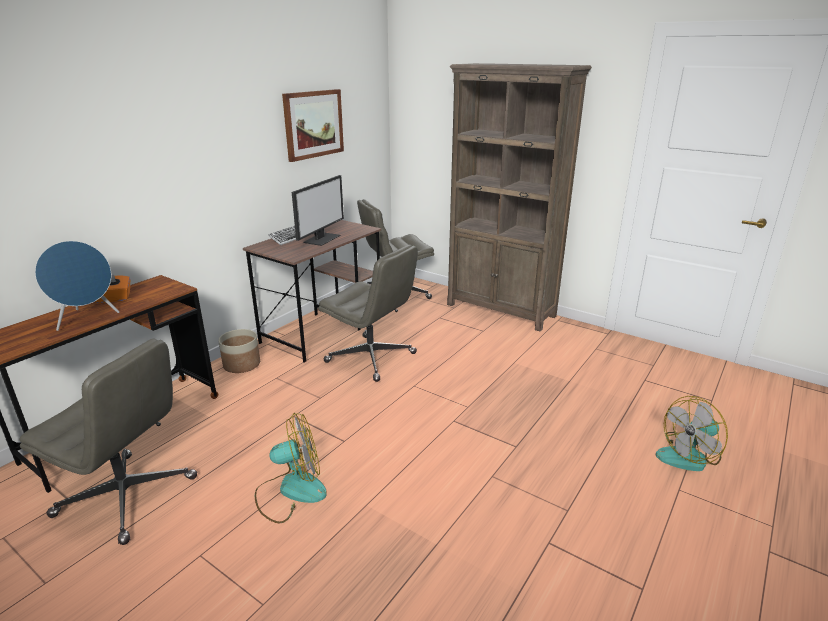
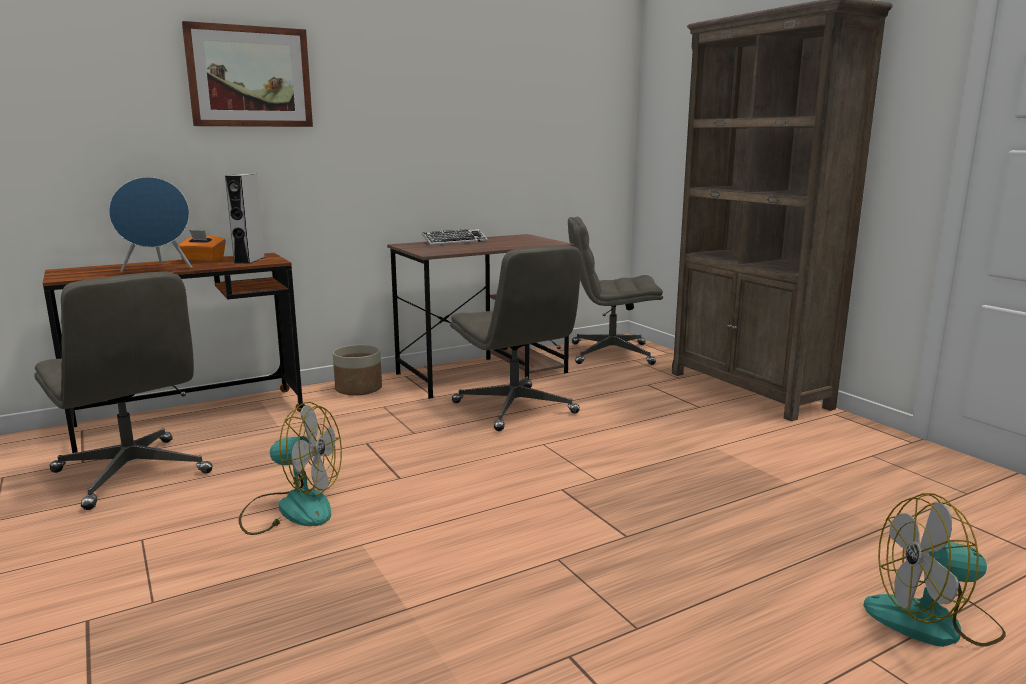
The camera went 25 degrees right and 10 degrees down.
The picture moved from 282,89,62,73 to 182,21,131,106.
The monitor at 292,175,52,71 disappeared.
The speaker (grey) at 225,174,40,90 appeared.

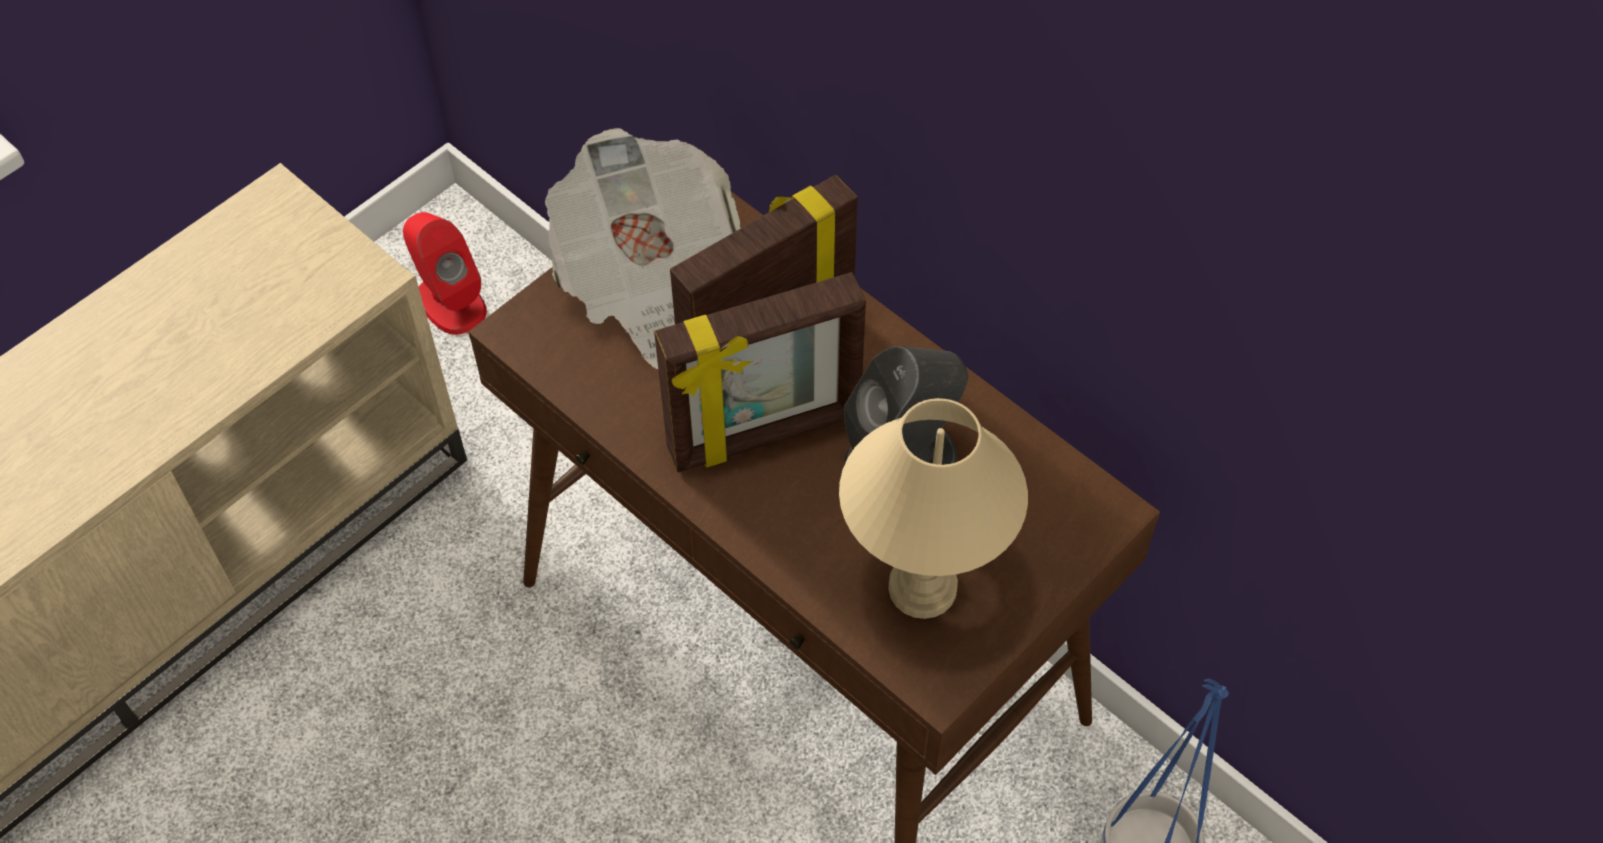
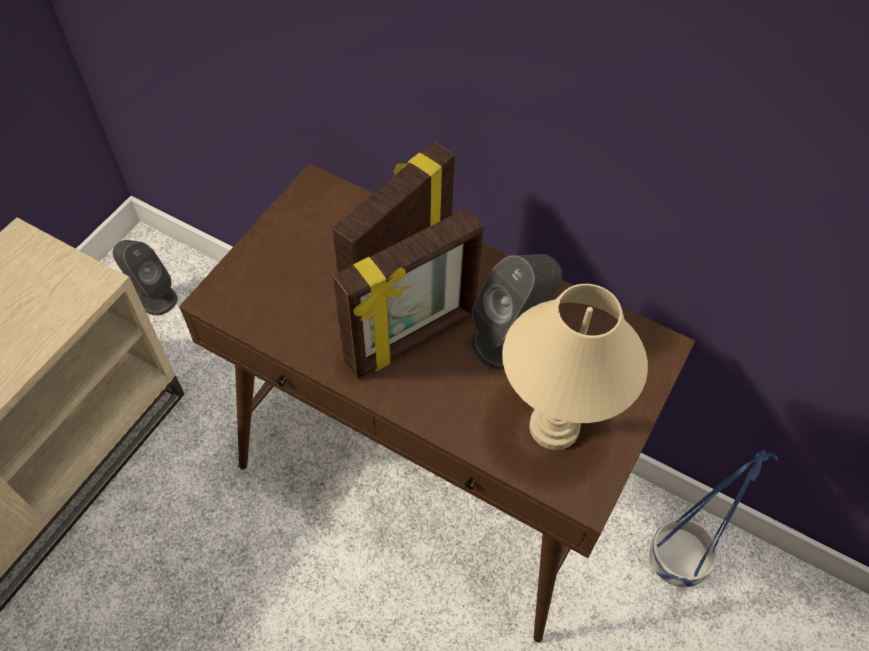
The camera went 15 degrees left and 0 degrees up.
The speaker (red) at 403,212,84,123 became the speaker (grey) at 113,240,65,76.
The newspaper at 545,128,196,241 disappeared.

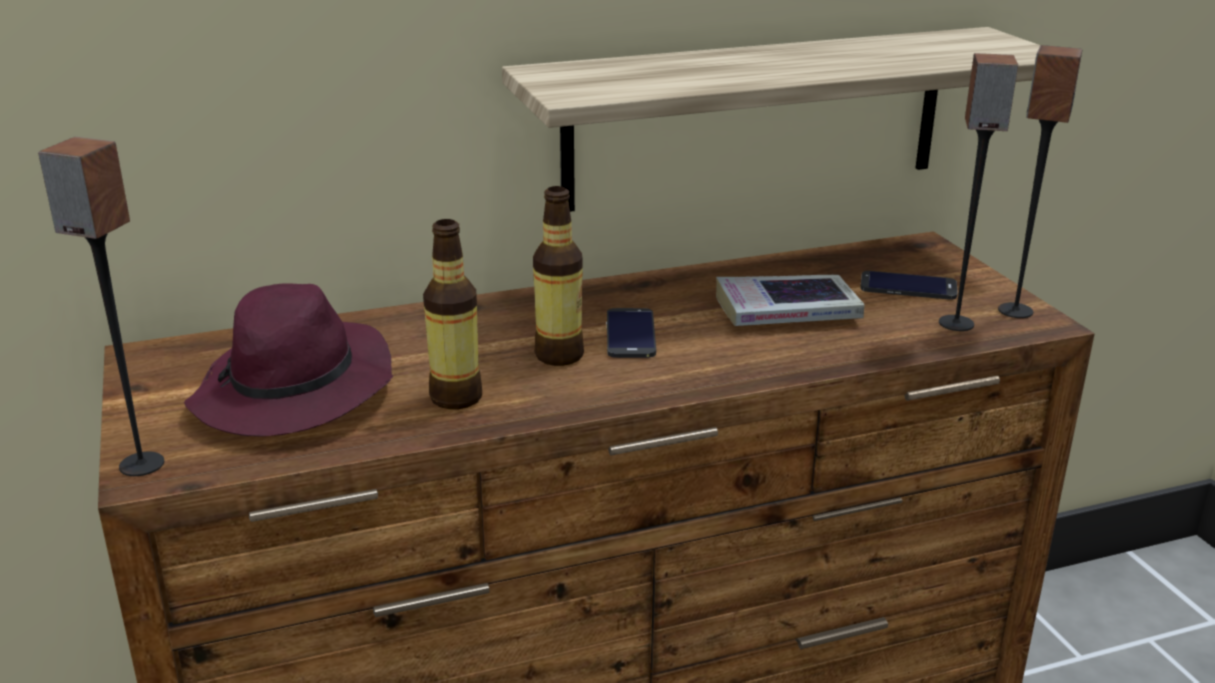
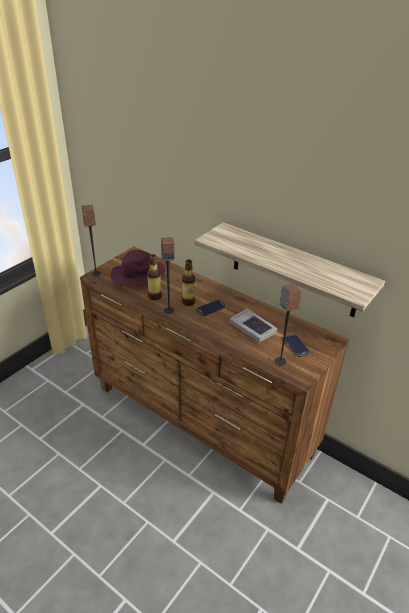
The camera went 55 degrees right and 10 degrees up.
The speaker moved from 998,45,84,273 to 161,237,13,77.

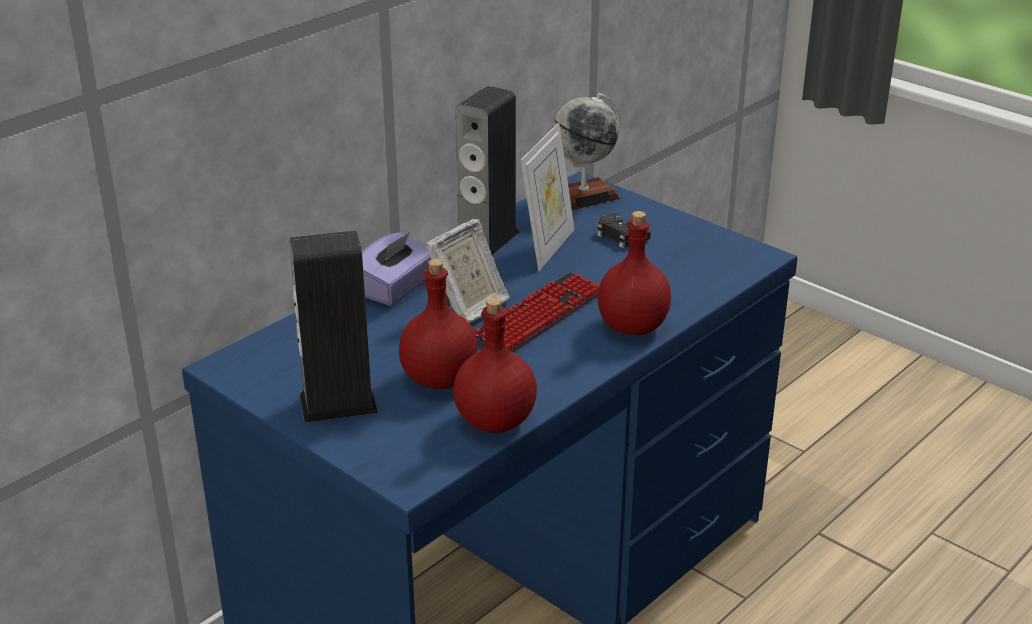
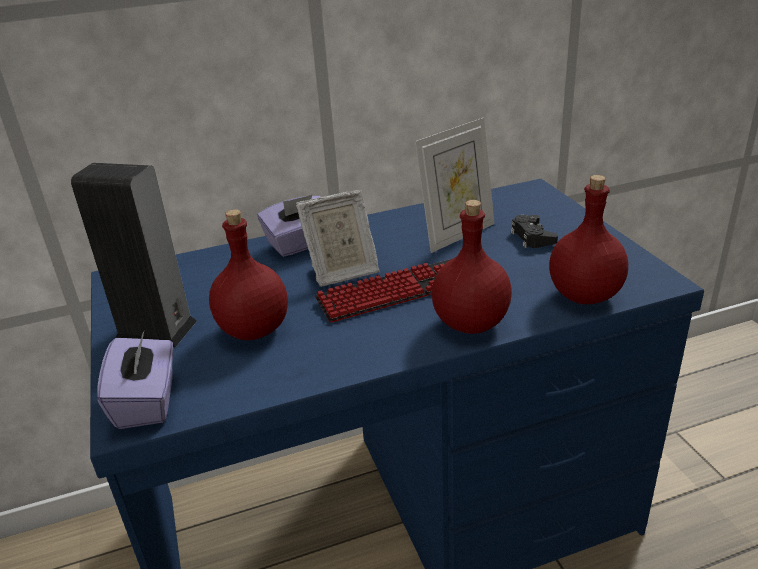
The camera went 30 degrees right and 0 degrees up.
The bottle (red) moved from 453,297,84,136 to 549,175,79,129.
The speaker at 456,86,64,169 disappeared.
The globe at 553,93,67,117 disappeared.
The tissue box (purple) at 97,329,76,100 appeared.

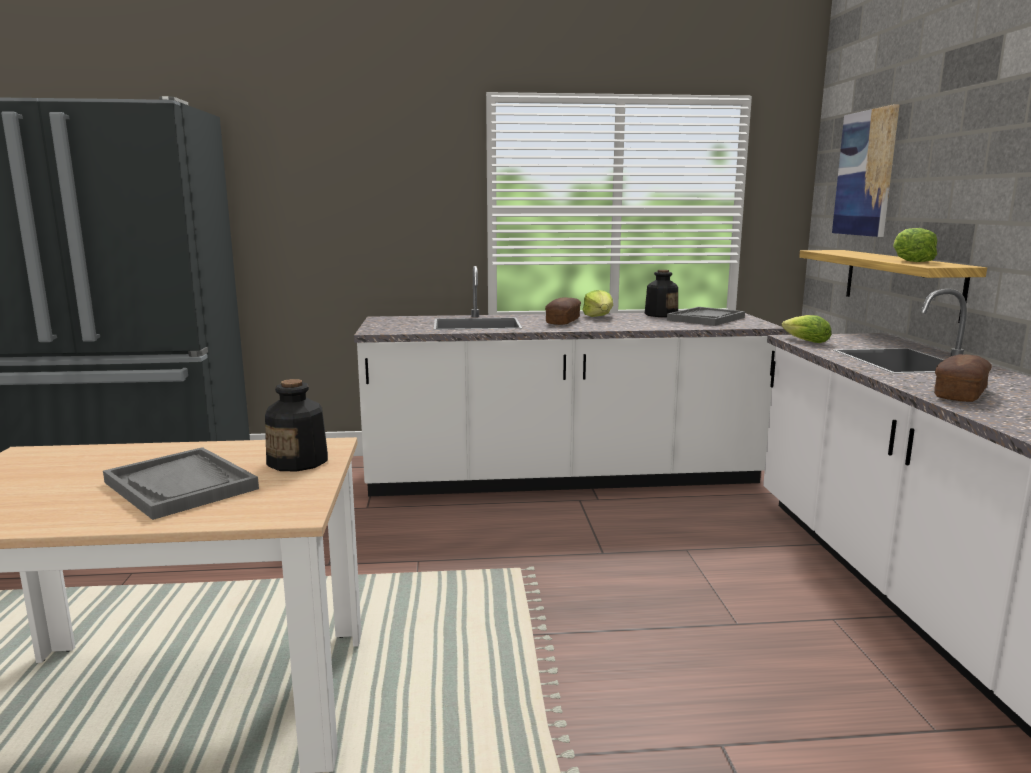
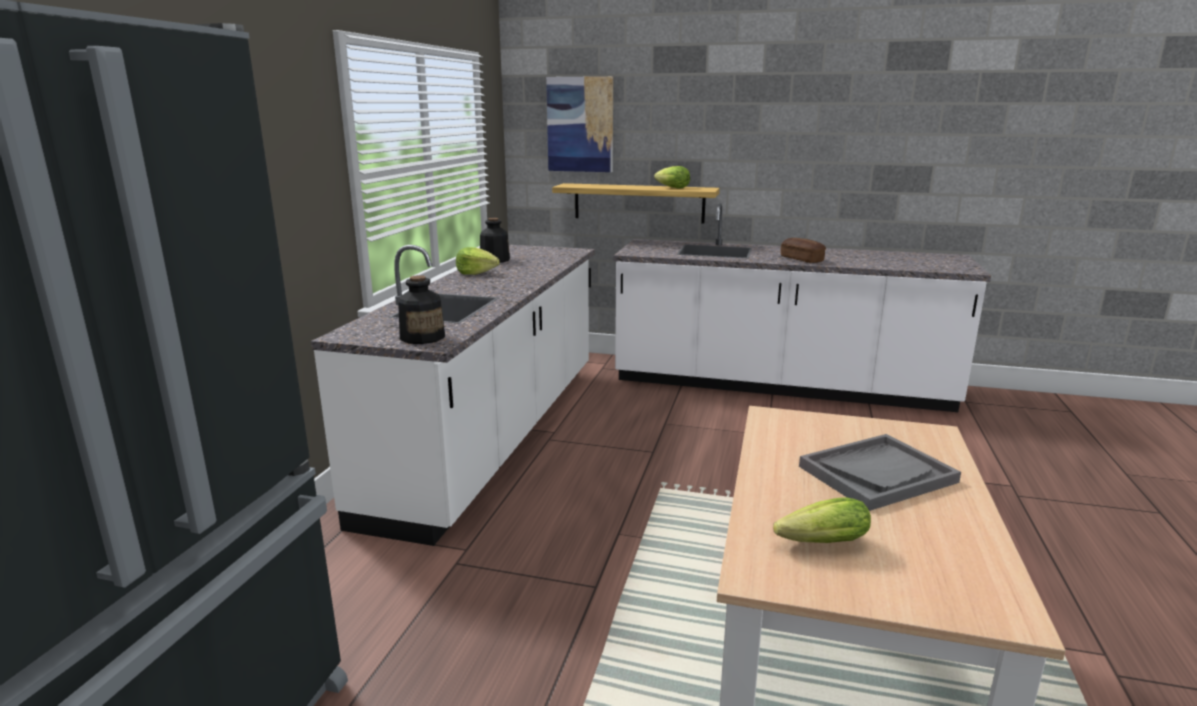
The camera went 70 degrees left and 5 degrees up.
The bottle moved from 265,379,63,93 to 398,275,47,69.
The bread at 545,297,36,28 disappeared.
The tray (grey) at 667,307,78,19 disappeared.
The lettuce moved from 782,315,50,28 to 773,497,98,46.

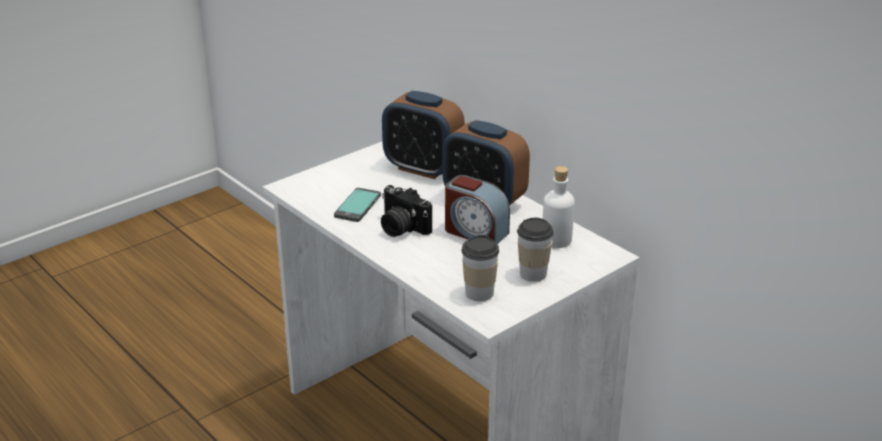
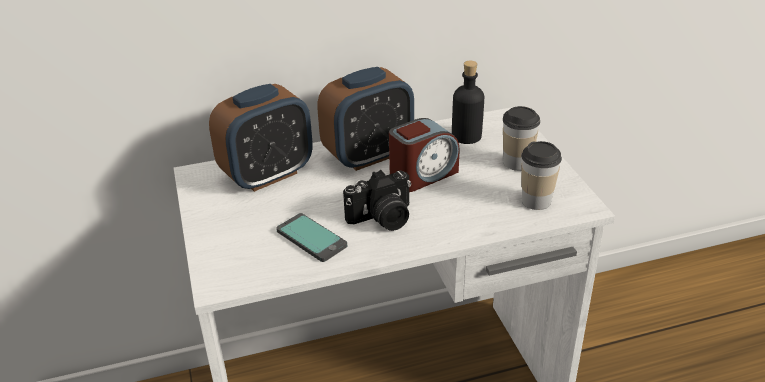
The camera went 65 degrees left and 5 degrees up.
The bottle (white) at 543,166,32,82 became the bottle (black) at 452,61,32,83.

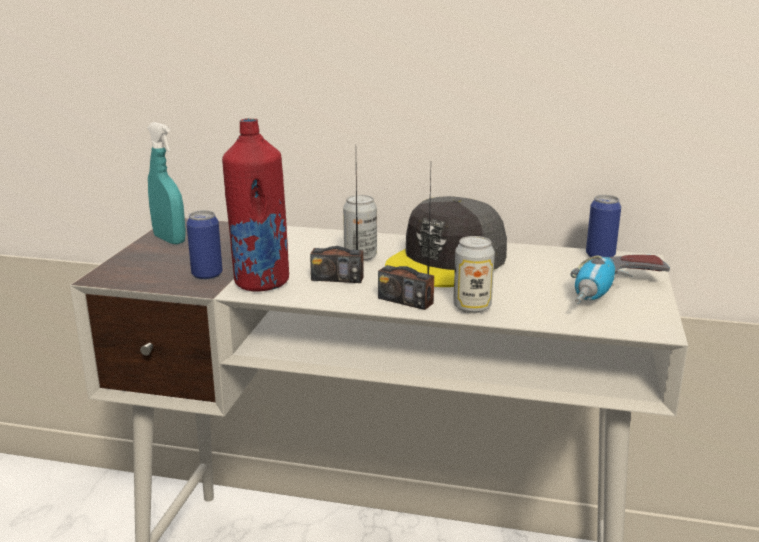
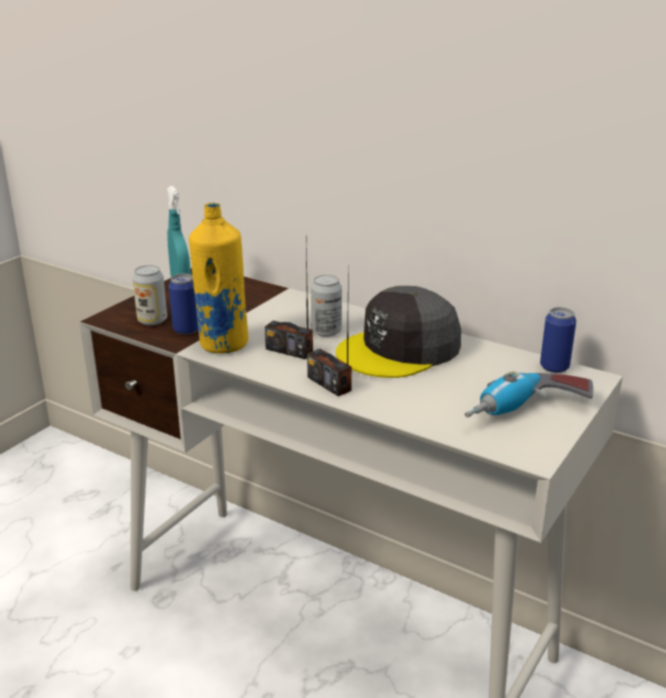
The camera went 20 degrees right and 5 degrees up.
The bottle (red) at 222,118,67,174 became the bottle (yellow) at 189,203,59,150.
The can moved from 453,236,42,77 to 132,265,35,61.

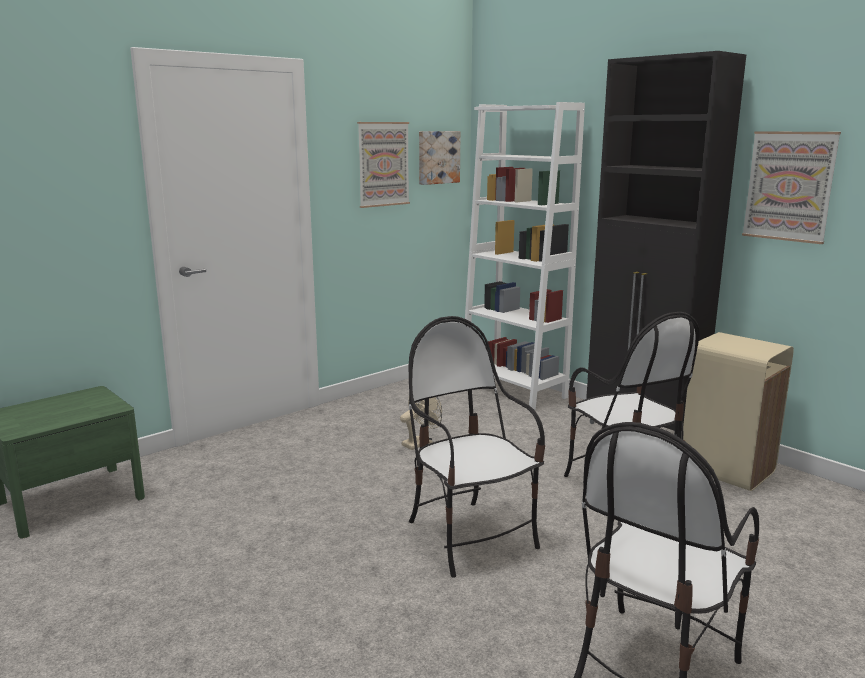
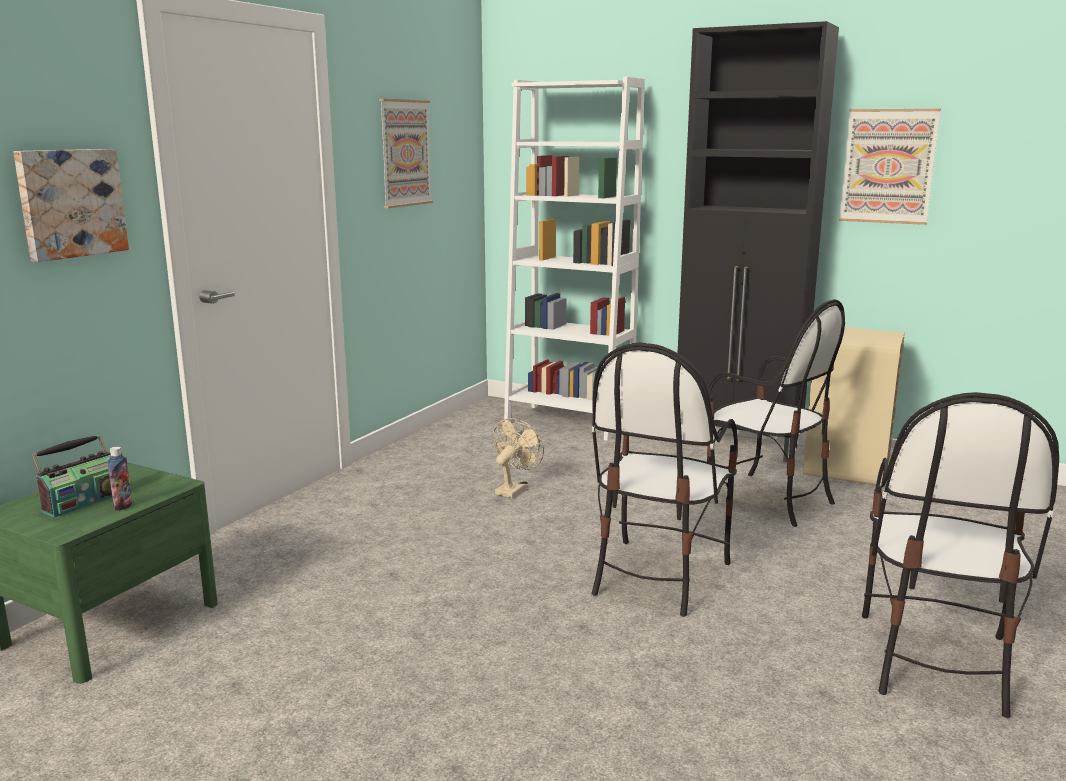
The camera went 20 degrees left and 0 degrees up.
The chair at 409,316,136,262 turned 105 degrees counterclockwise.
The picture moved from 419,131,42,54 to 13,149,116,113.
The radio at 32,434,80,84 appeared.
The bottle at 107,447,26,64 appeared.

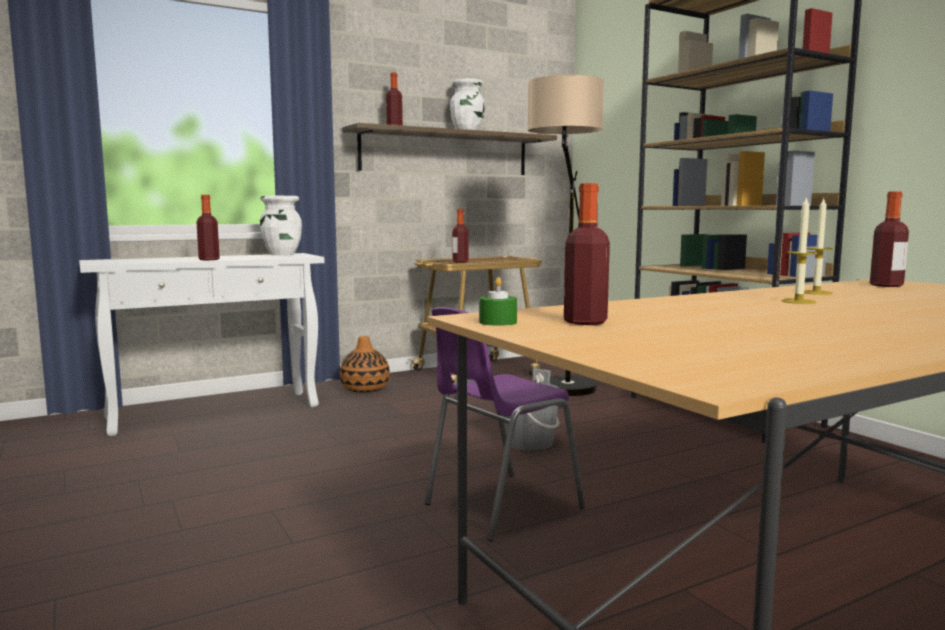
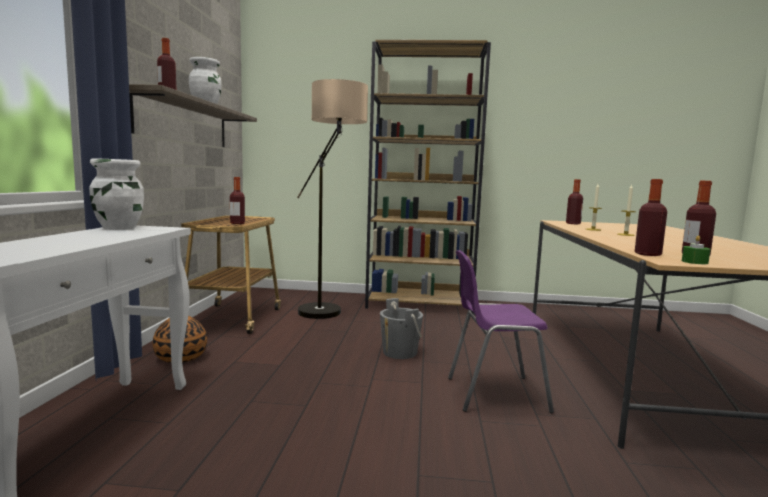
The camera went 55 degrees left and 0 degrees up.
The bottle moved from 196,195,24,65 to 635,179,32,77.
The chair (purple) at 425,307,160,235 turned 90 degrees clockwise.

